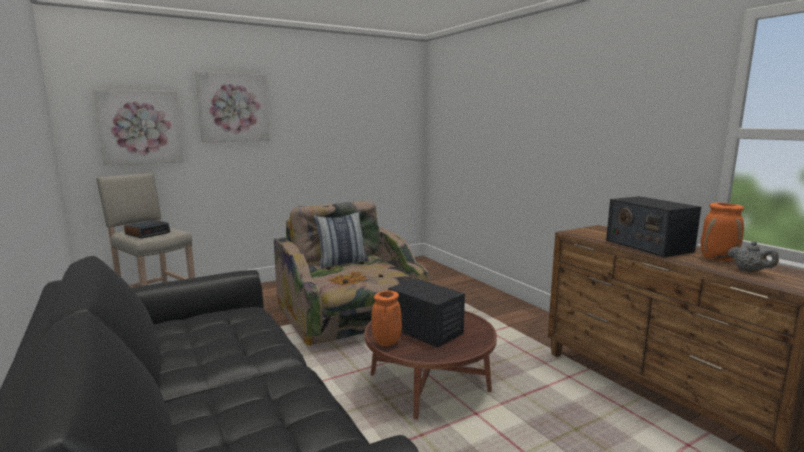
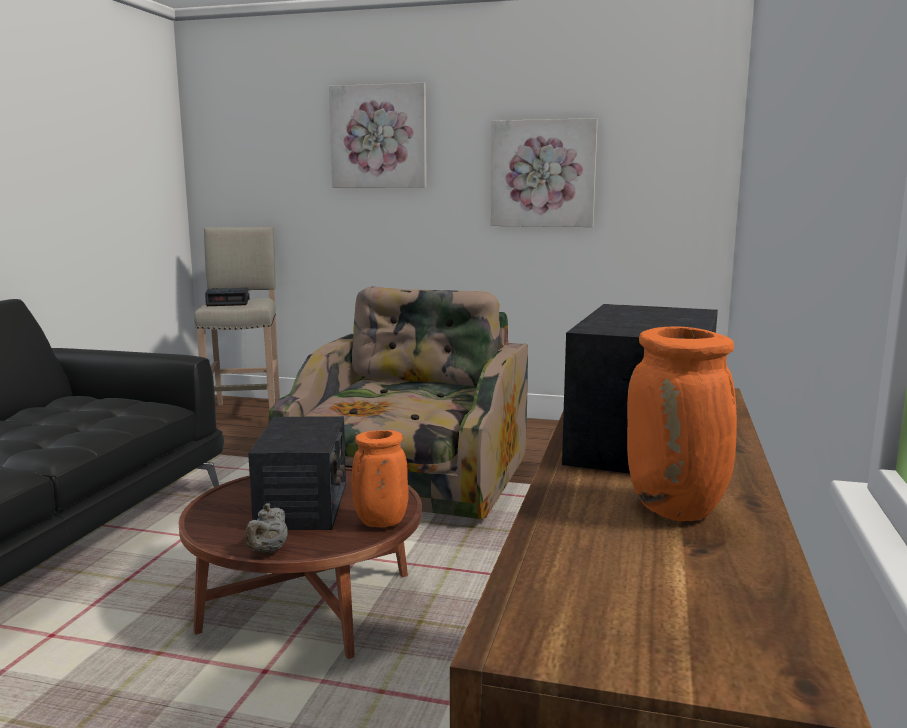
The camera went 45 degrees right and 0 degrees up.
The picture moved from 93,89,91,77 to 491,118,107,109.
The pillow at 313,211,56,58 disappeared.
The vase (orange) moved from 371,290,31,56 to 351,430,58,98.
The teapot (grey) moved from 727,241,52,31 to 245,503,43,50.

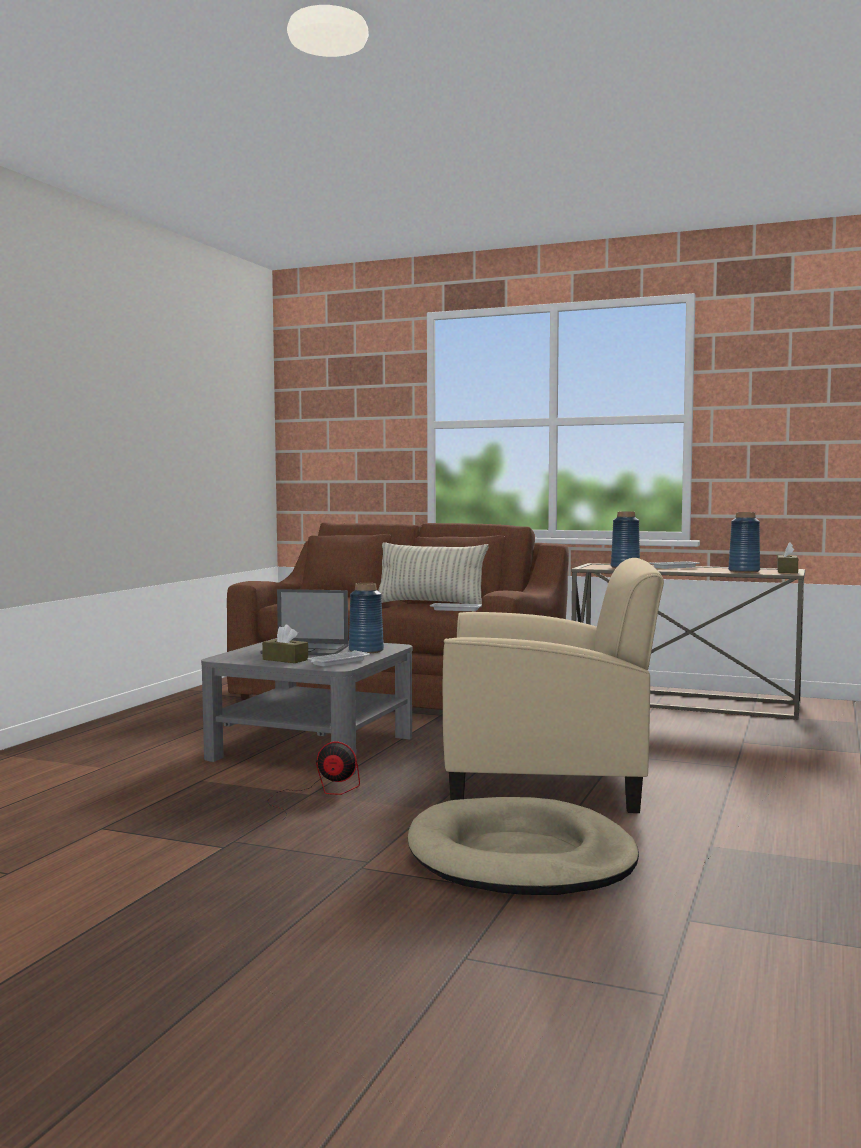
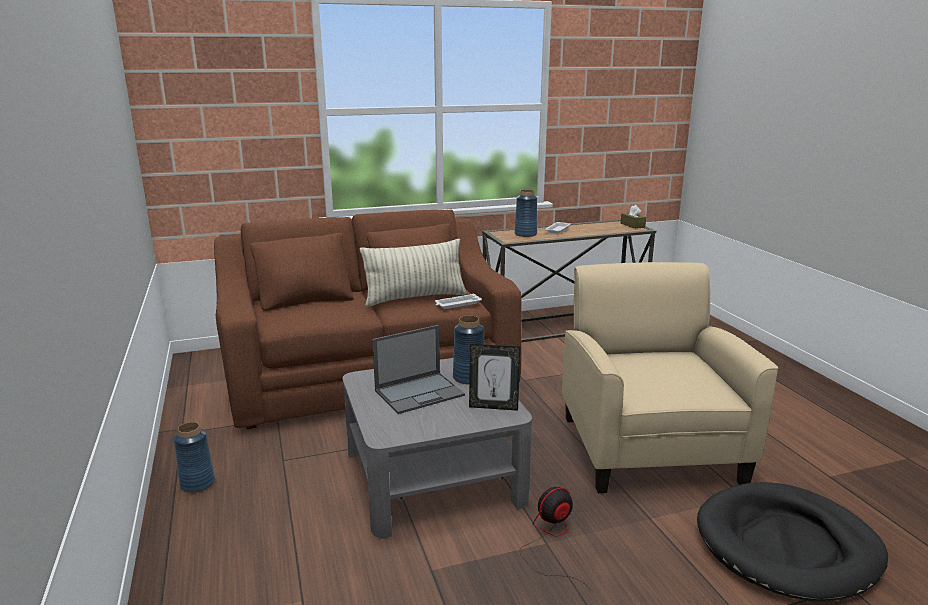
The camera went 40 degrees left and 15 degrees up.
The tissue box (brown) at 262,625,46,38 disappeared.
The tray (white) at 307,650,63,17 was replaced by the picture frame at 469,344,51,67.
The dog bed (beige) at 408,797,231,98 became the dog bed (black) at 697,482,191,119.
The armchair (beige) at 443,558,221,255 turned 60 degrees counterclockwise.
The vase (blue) moved from 728,512,32,60 to 174,422,41,71.

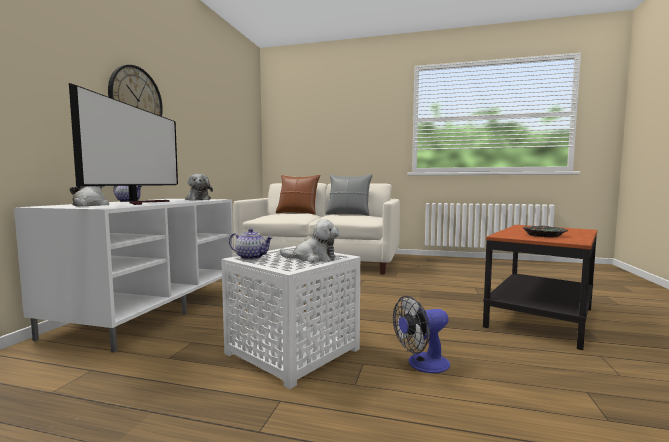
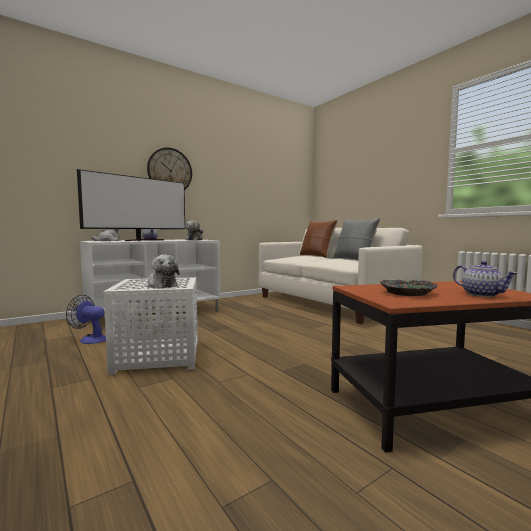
The camera went 40 degrees right and 0 degrees up.
The teapot moved from 229,228,44,32 to 453,261,64,36.
The fan moved from 393,295,57,78 to 66,295,40,49.

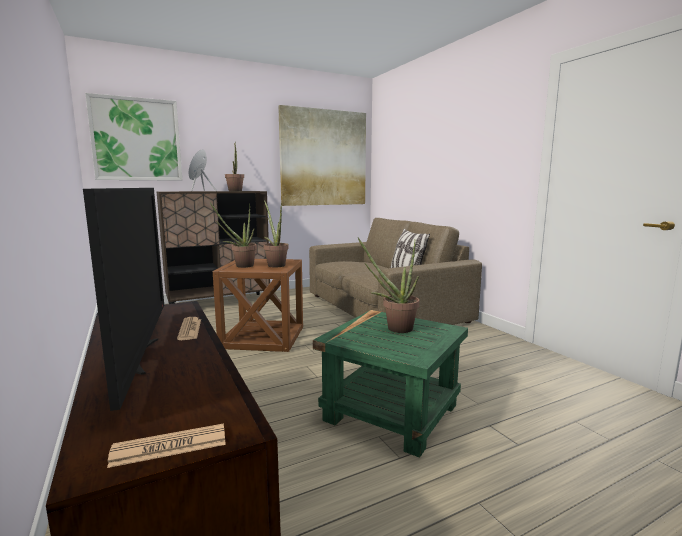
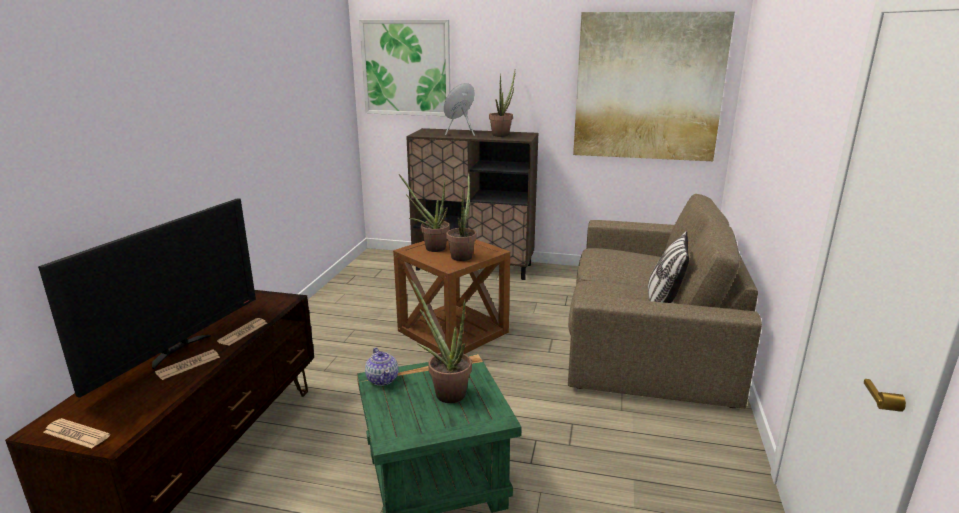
The camera went 40 degrees right and 10 degrees up.
The newspaper at 155,350,65,30 appeared.
The teapot at 365,348,33,38 appeared.

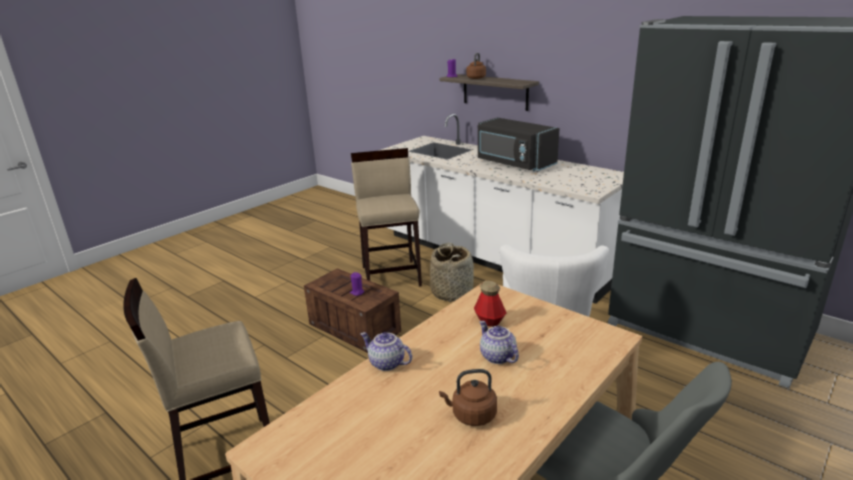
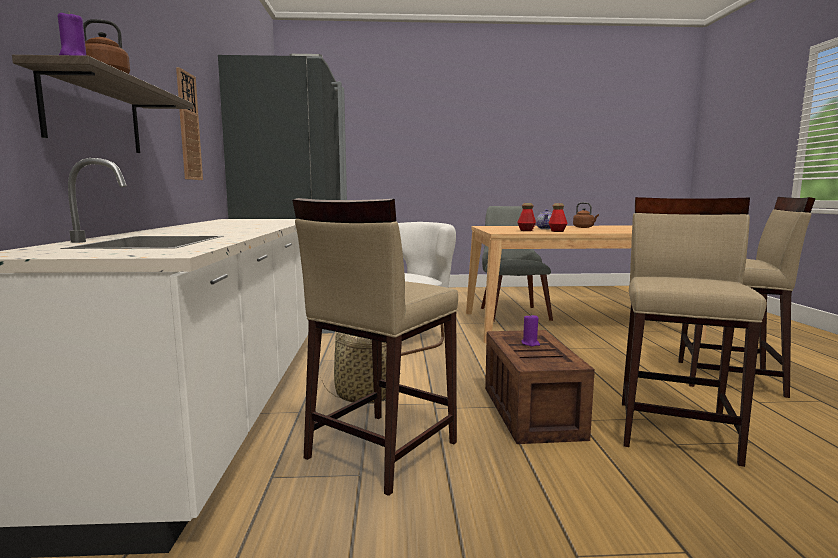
The camera went 135 degrees left and 15 degrees down.
The teapot at 361,332,51,39 disappeared.
The microwave (black) at 478,117,81,54 disappeared.
The wall clock at 176,67,27,113 appeared.
The bottle at 548,203,20,29 appeared.
The stool (beige) at 622,197,145,270 appeared.

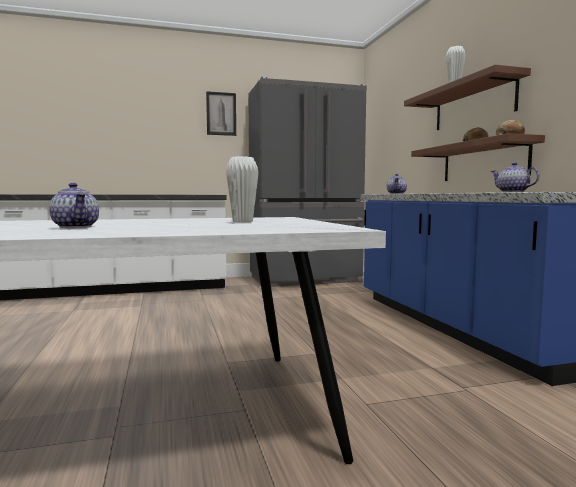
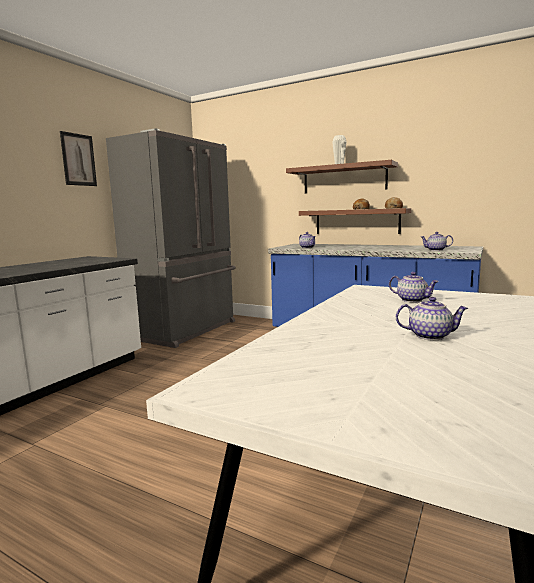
The camera went 45 degrees left and 5 degrees up.
The vase (white) at 226,156,33,66 was replaced by the teapot at 389,272,50,30.

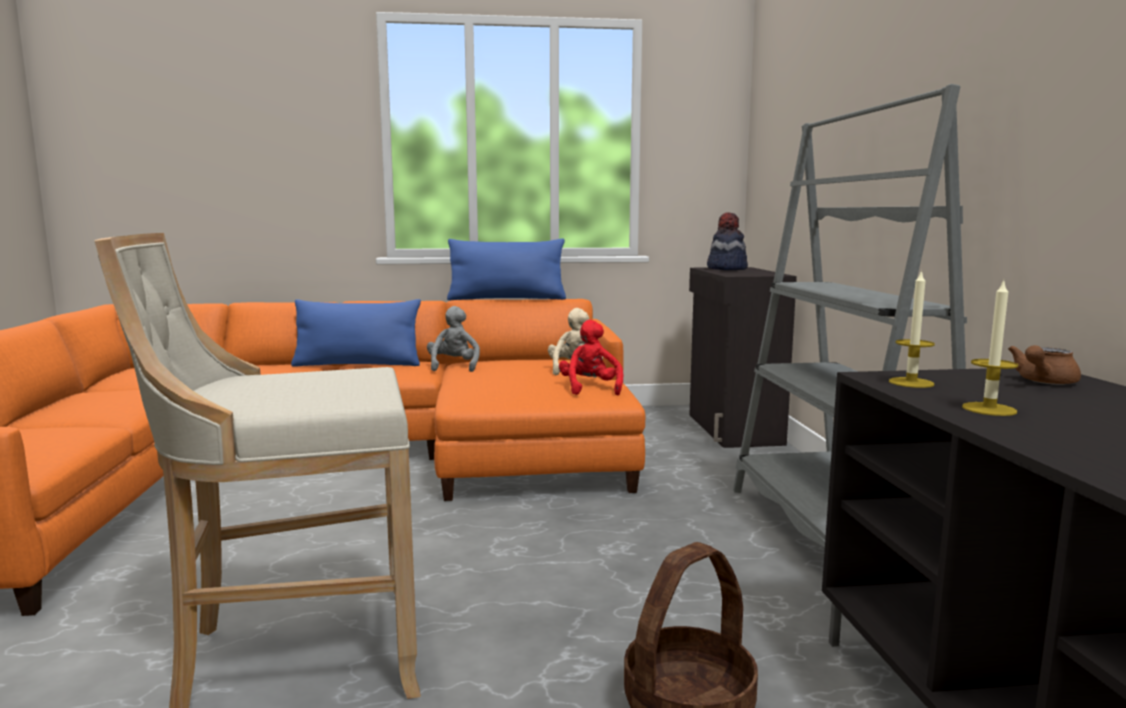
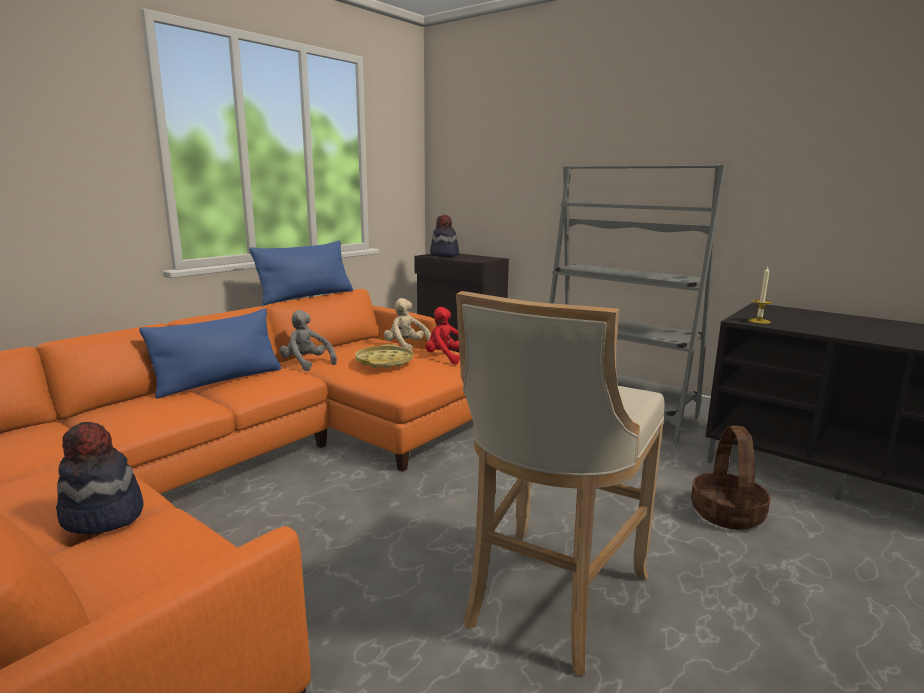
The camera went 45 degrees left and 5 degrees up.
The candle at 962,279,56,137 disappeared.
The teapot (brown) at 1008,345,73,40 disappeared.
The hat at 56,422,87,112 appeared.
The tray (yellow) at 355,344,58,24 appeared.

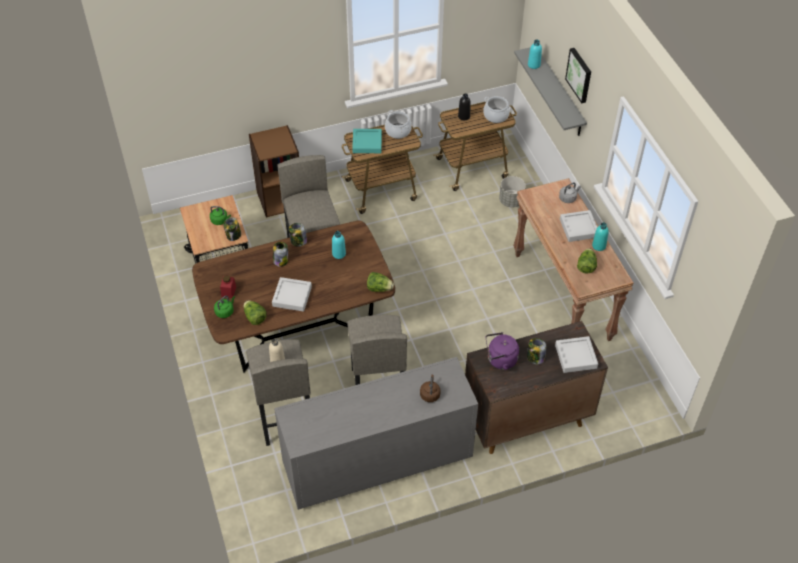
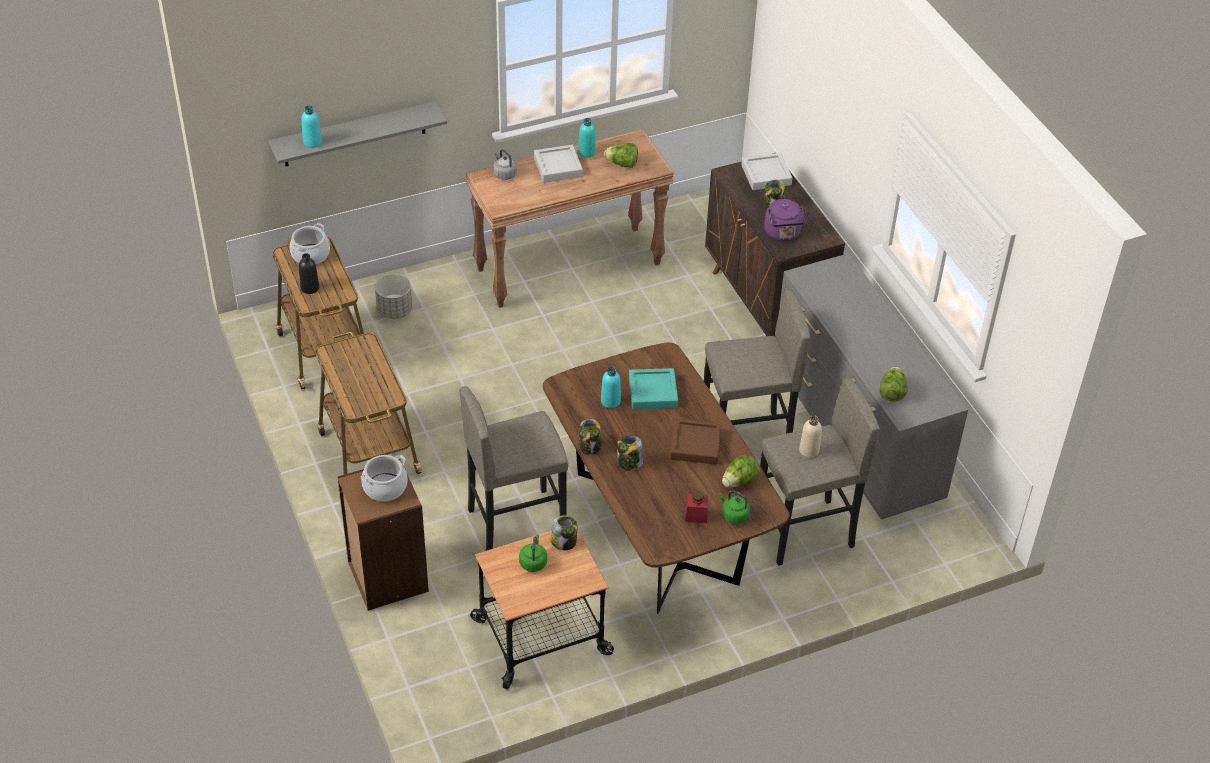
The camera went 95 degrees left and 5 degrees down.
The tray (grey) at 272,277,40,35 became the tray (brown) at 670,418,52,46.
The tray (turquoise) moved from 352,129,30,24 to 629,368,49,42.
The lettuce moved from 367,272,27,20 to 879,367,29,35.
The cooking pot moved from 385,110,27,29 to 361,455,46,46.
The kettle (brown) at 420,375,20,27 disappeared.
The picture at 565,48,26,55 disappeared.

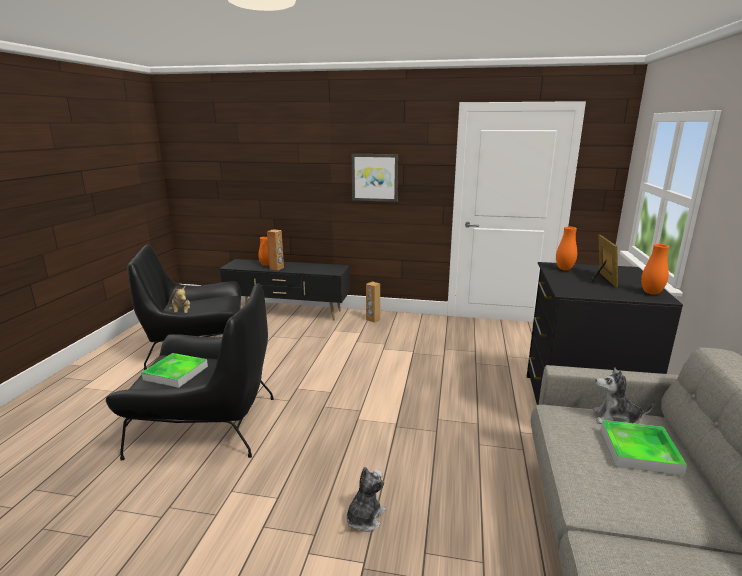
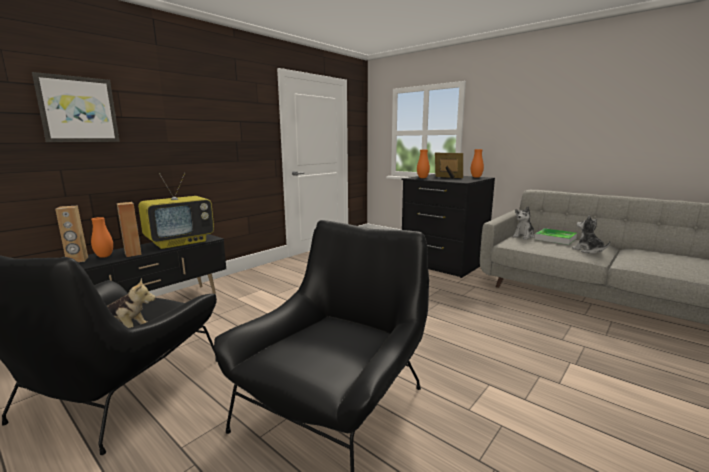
The camera went 60 degrees left and 5 degrees down.
The tray at 141,353,67,35 disappeared.
The plush toy moved from 346,467,40,65 to 572,215,38,39.
The picture moved from 352,154,46,48 to 32,72,88,70.
The speaker (brown) moved from 366,282,14,41 to 55,206,33,56.
The television at 138,173,76,76 appeared.

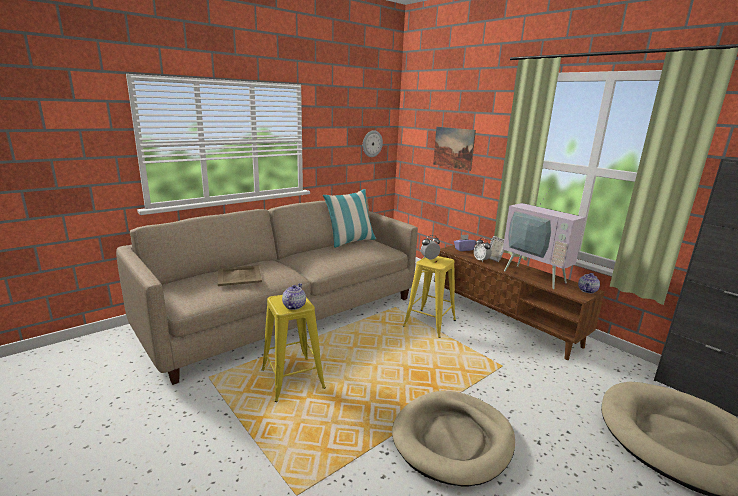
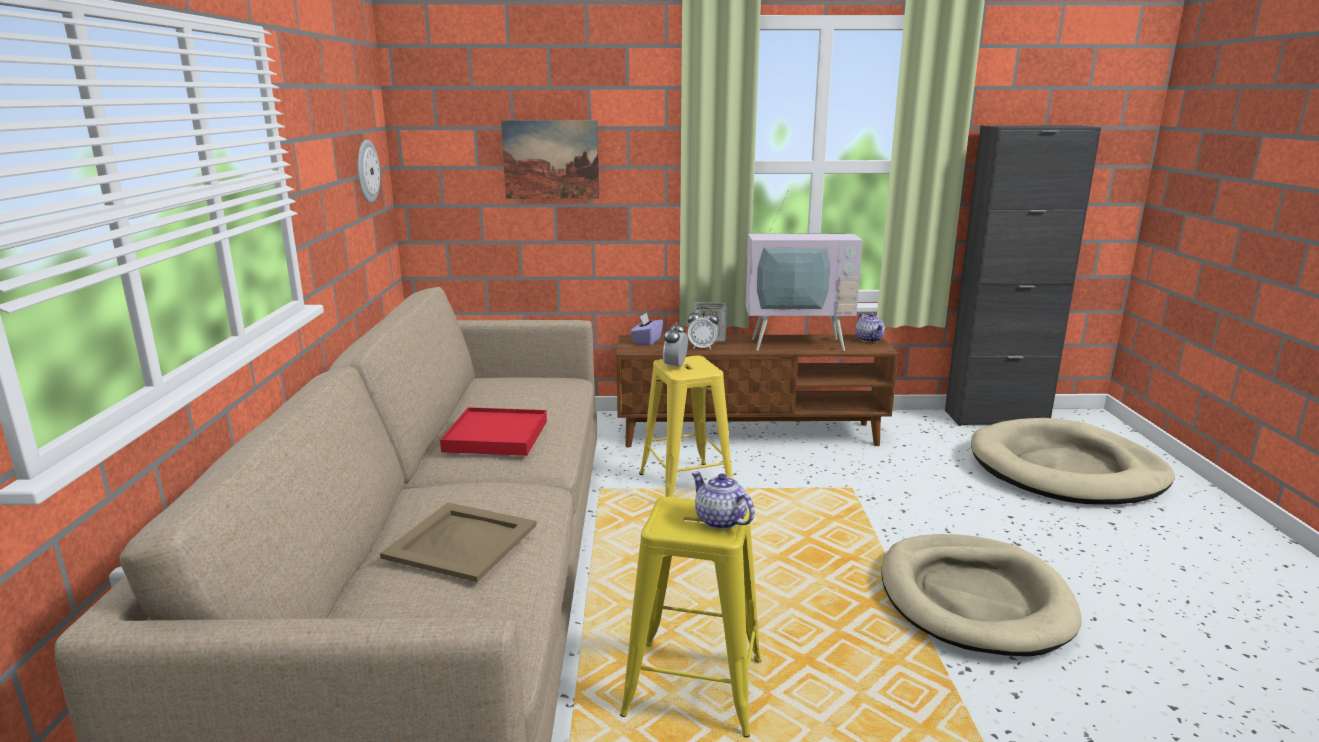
The camera went 50 degrees left and 0 degrees up.
The pillow at 323,189,53,59 disappeared.
The tray (red) at 440,407,107,49 appeared.

